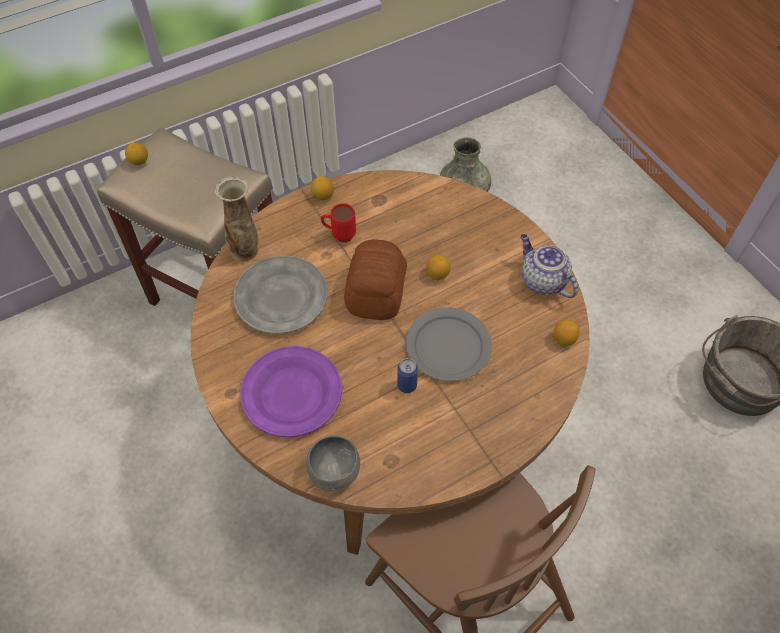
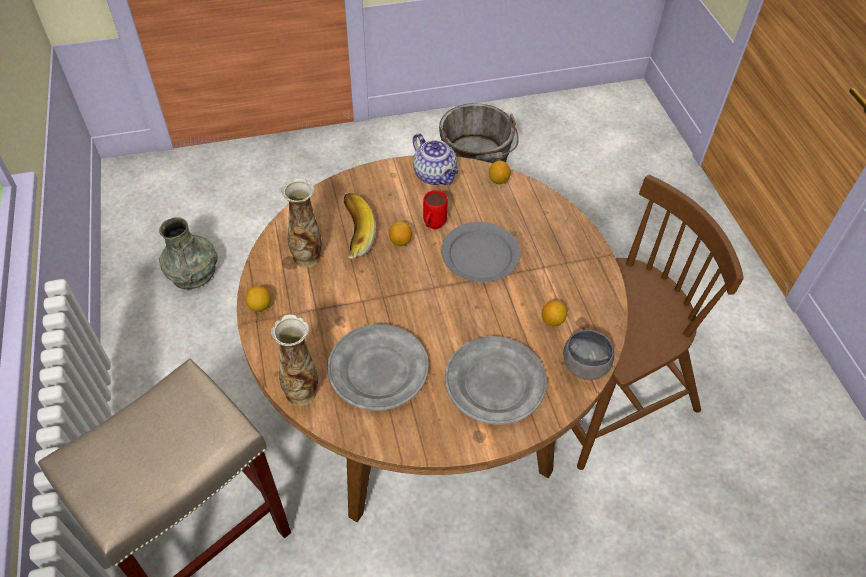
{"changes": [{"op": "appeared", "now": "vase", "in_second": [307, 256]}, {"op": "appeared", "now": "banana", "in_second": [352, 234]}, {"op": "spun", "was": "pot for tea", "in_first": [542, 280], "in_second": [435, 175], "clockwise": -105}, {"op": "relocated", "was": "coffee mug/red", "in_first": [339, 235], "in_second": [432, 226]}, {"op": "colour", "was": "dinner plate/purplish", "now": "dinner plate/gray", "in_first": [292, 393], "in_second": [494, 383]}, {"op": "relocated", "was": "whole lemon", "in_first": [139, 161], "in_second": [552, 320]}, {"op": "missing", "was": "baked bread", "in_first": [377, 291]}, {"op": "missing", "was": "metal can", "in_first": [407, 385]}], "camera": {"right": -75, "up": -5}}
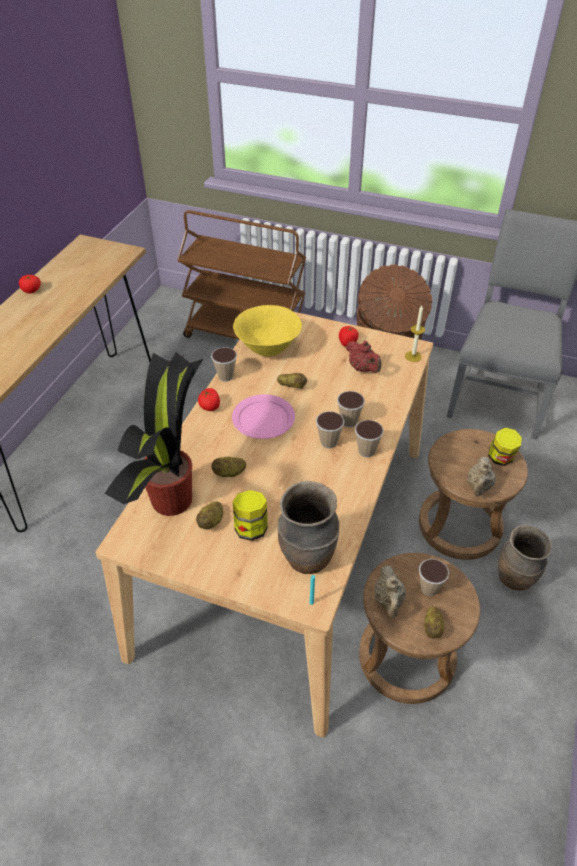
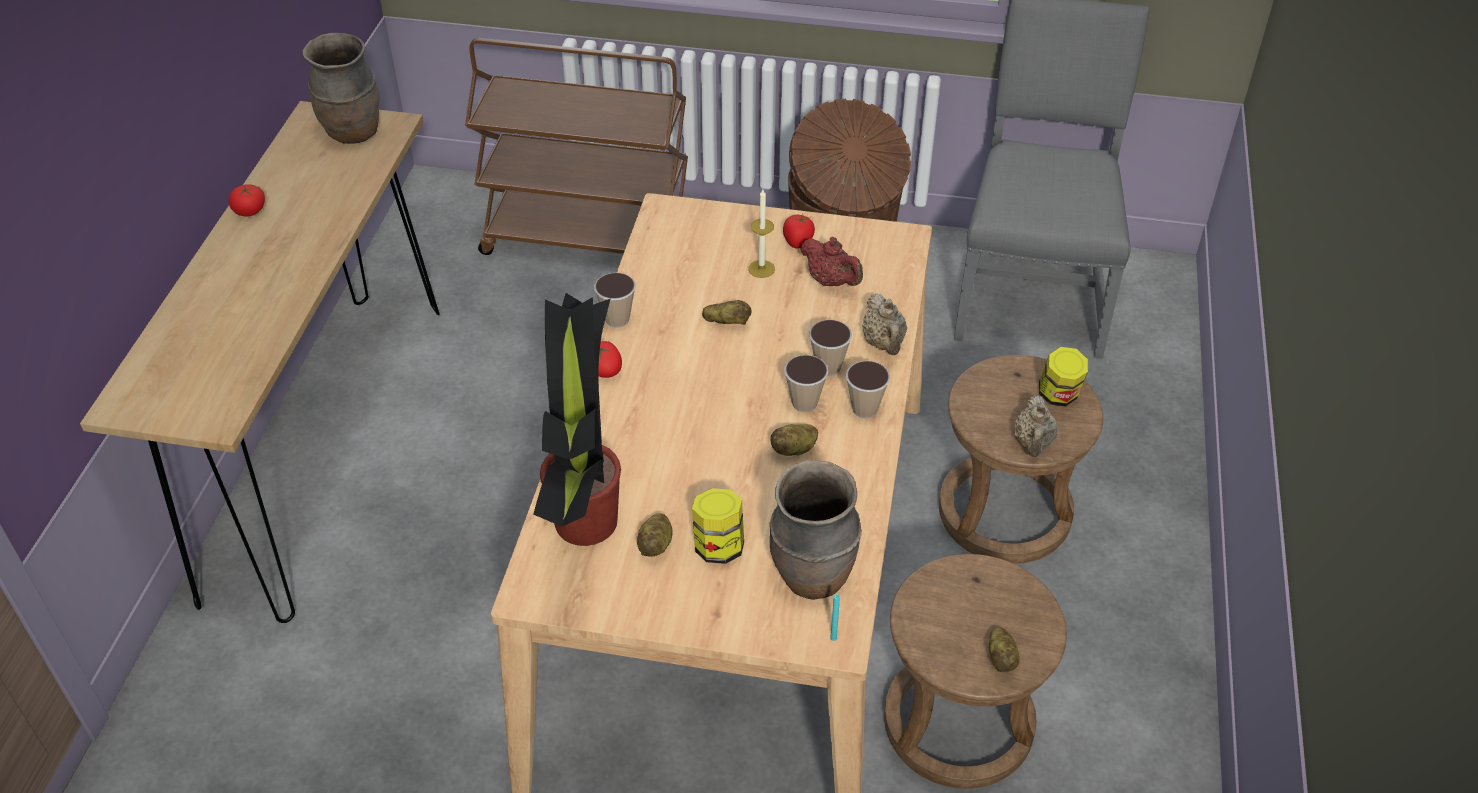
{"changes": [{"op": "relocated", "was": "vase/brown-coloured", "in_first": [515, 579], "in_second": [354, 133]}, {"op": "relocated", "was": "wax light", "in_first": [413, 356], "in_second": [761, 269]}, {"op": "relocated", "was": "spud", "in_first": [229, 473], "in_second": [794, 449]}, {"op": "relocated", "was": "pot for tea/sand-coloured", "in_first": [388, 601], "in_second": [884, 344]}, {"op": "missing", "was": "dinner plate/pinkish", "in_first": [264, 419]}, {"op": "missing", "was": "serving bowl/yellow", "in_first": [268, 349]}, {"op": "missing", "was": "small cup", "in_first": [429, 588]}], "camera": {"right": -10, "up": 0}}
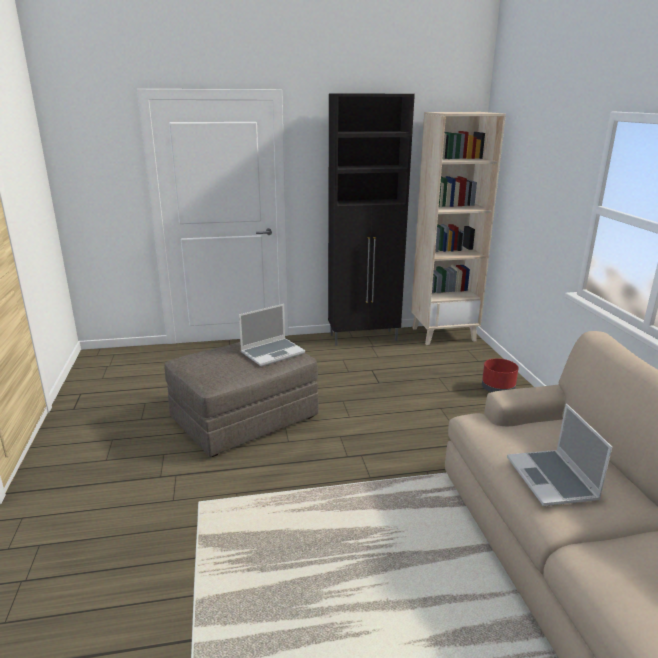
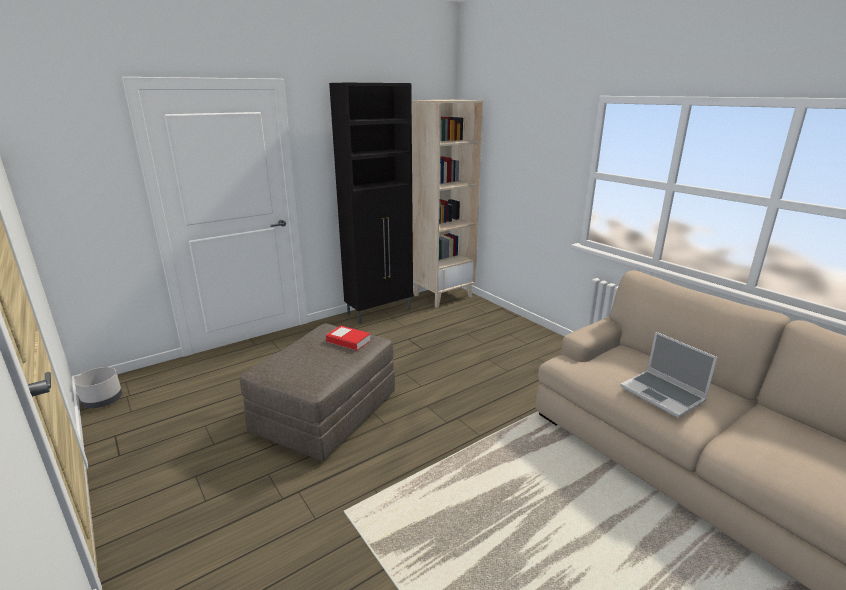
{"changes": [{"op": "appeared", "now": "flower pot/gray", "in_second": [102, 400]}, {"op": "exchanged", "was": "laptop", "now": "volume", "in_first": [273, 352], "in_second": [348, 341]}, {"op": "missing", "was": "flower pot/red", "in_first": [498, 389]}], "camera": {"right": -25, "up": 0}}
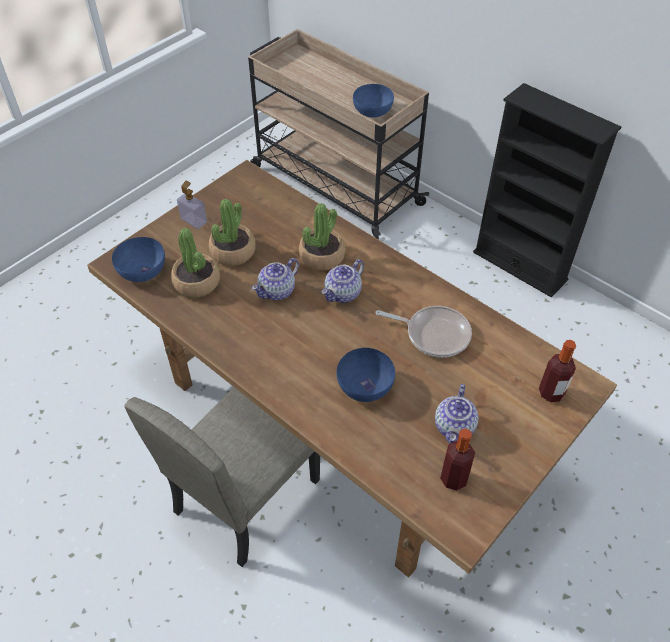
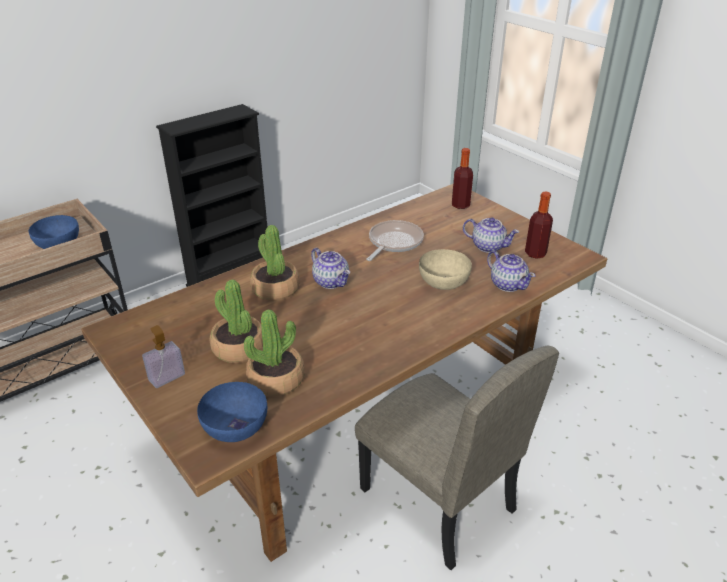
{"changes": [{"op": "colour", "was": "serving bowl/bluish", "now": "serving bowl/sand-coloured", "in_first": [364, 385], "in_second": [443, 282]}, {"op": "relocated", "was": "pot for tea", "in_first": [277, 291], "in_second": [508, 284]}], "camera": {"right": -80, "up": -15}}
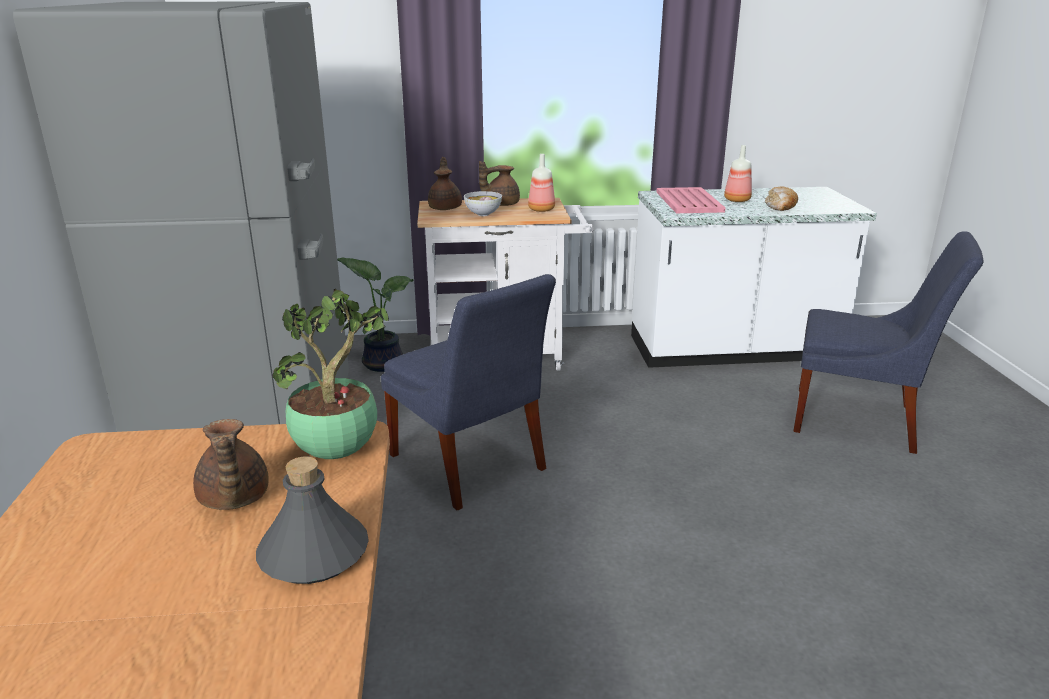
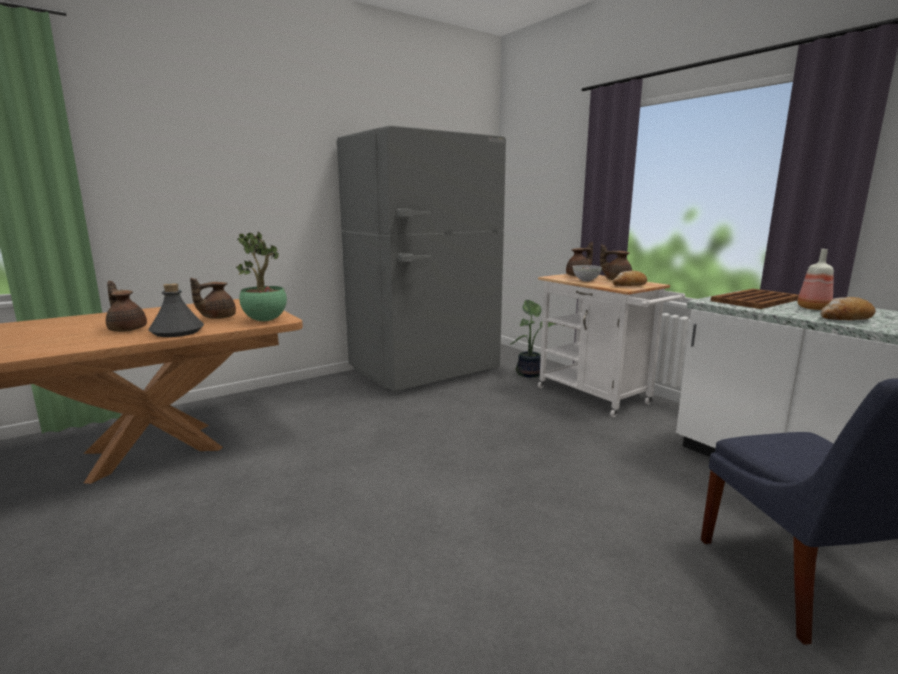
{"changes": [{"op": "appeared", "now": "pot for tea/brown-coloured", "in_second": [127, 329]}, {"op": "exchanged", "was": "beverage bottle", "now": "baked bread", "in_first": [541, 210], "in_second": [629, 285]}, {"op": "colour", "was": "carrying tray/pinkish", "now": "carrying tray/brown-coloured", "in_first": [689, 202], "in_second": [755, 300]}, {"op": "missing", "was": "upright chair/bluish", "in_first": [470, 465]}], "camera": {"right": 60, "up": -10}}
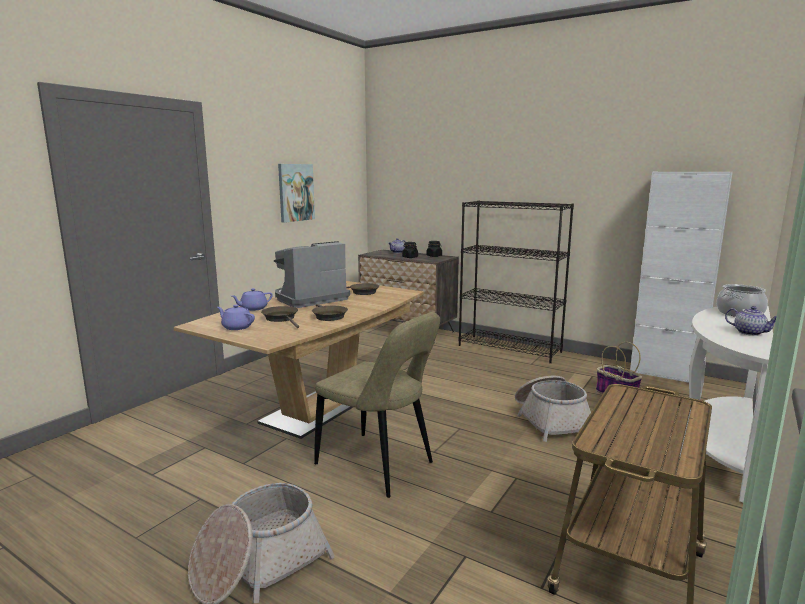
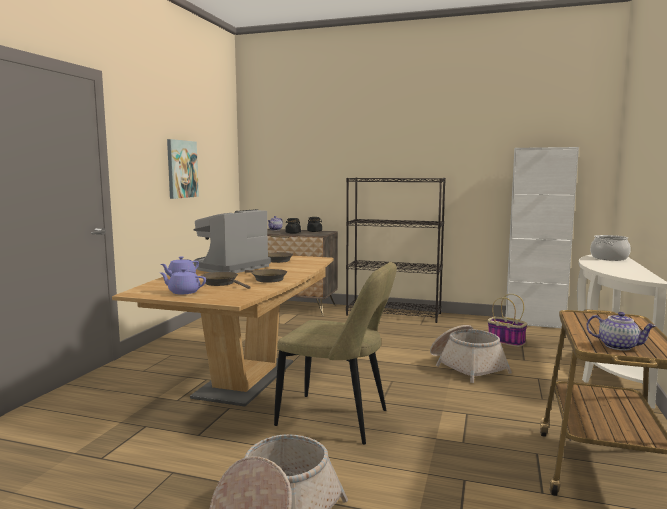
{"changes": [{"op": "relocated", "was": "pot for tea", "in_first": [749, 333], "in_second": [618, 346]}], "camera": {"right": -15, "up": -5}}
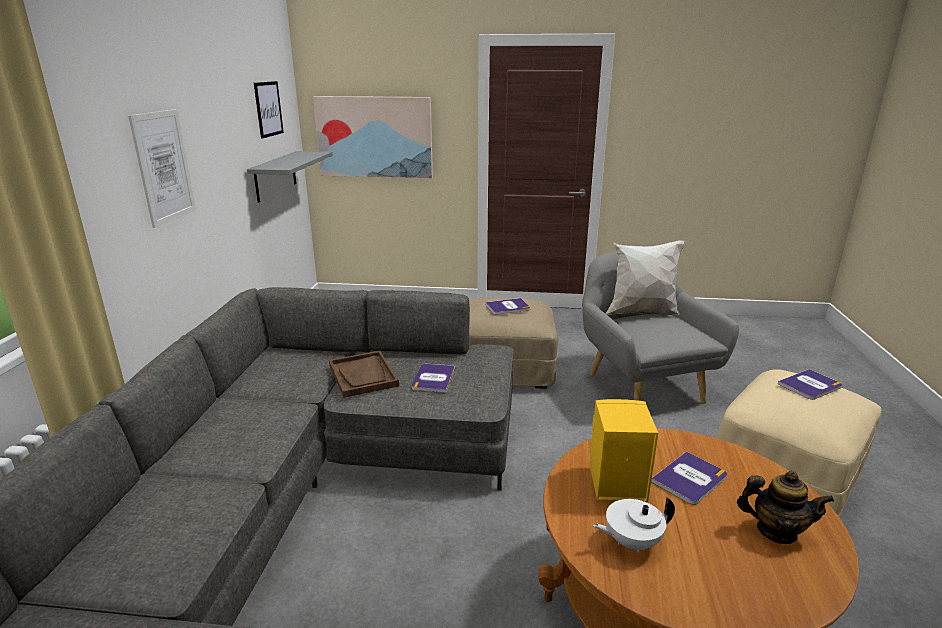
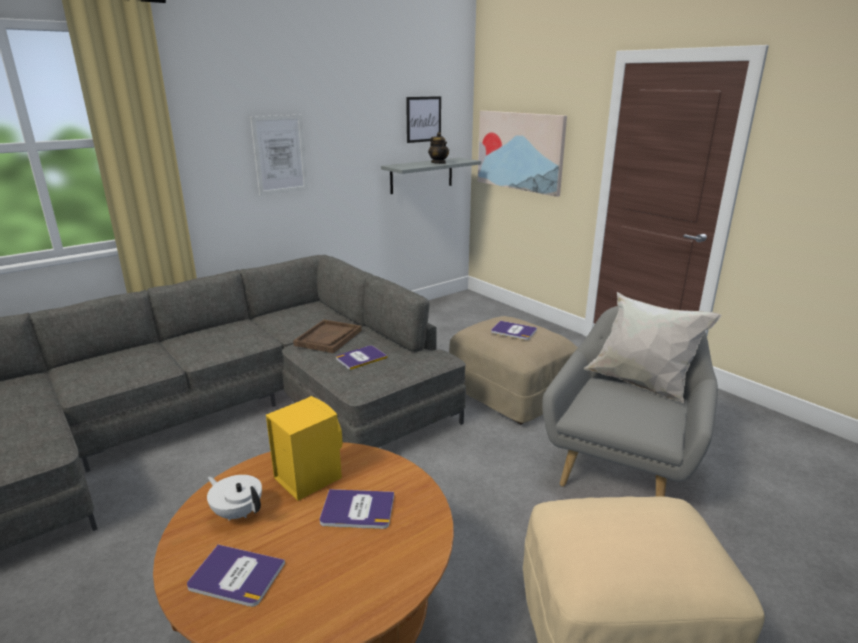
{"changes": [{"op": "relocated", "was": "volume", "in_first": [810, 385], "in_second": [236, 576]}, {"op": "relocated", "was": "pot for tea", "in_first": [776, 531], "in_second": [438, 163]}], "camera": {"right": 45, "up": 0}}
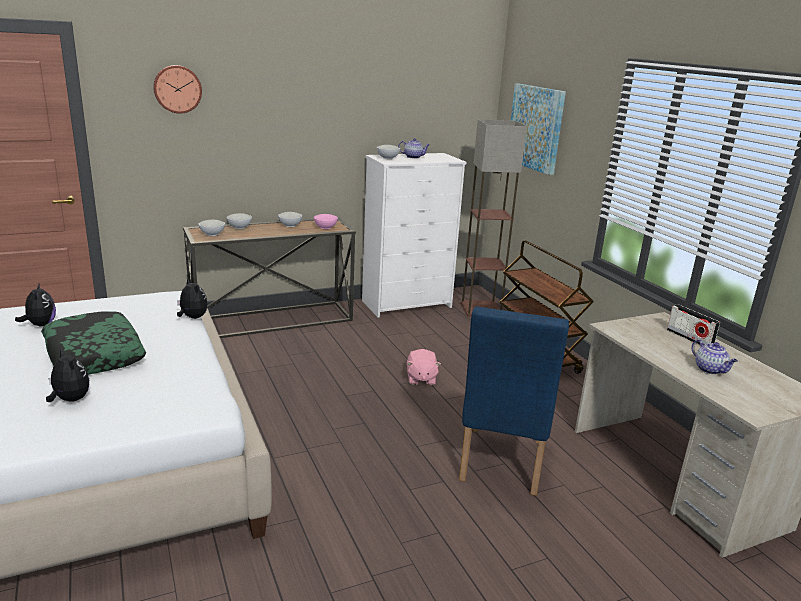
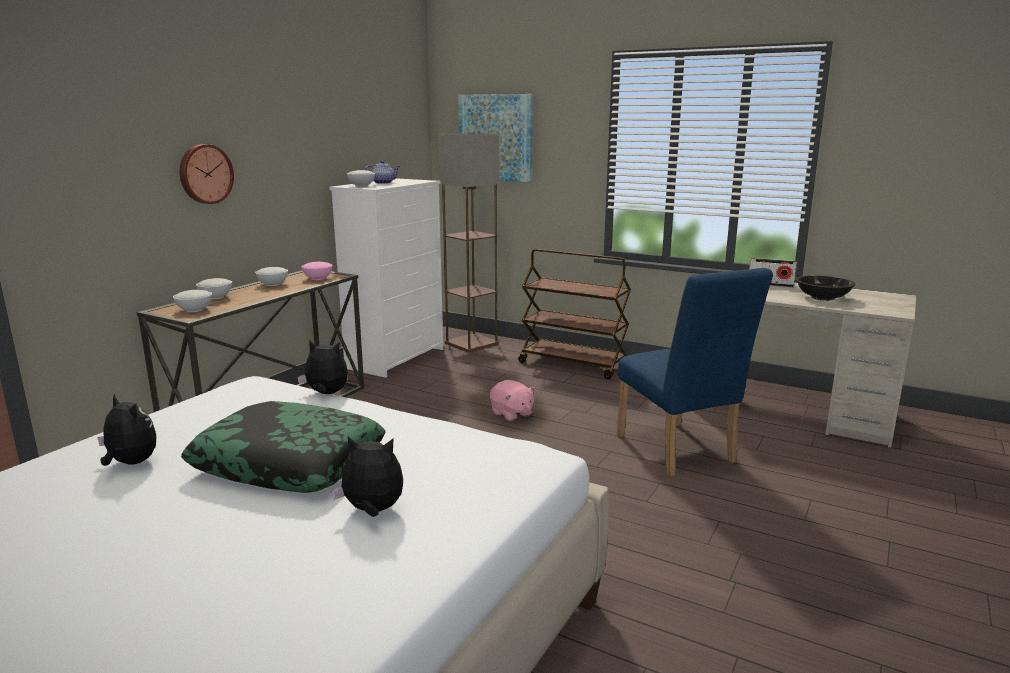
{"changes": [{"op": "relocated", "was": "clock on the wall", "in_first": [177, 89], "in_second": [205, 174]}, {"op": "exchanged", "was": "pot for tea", "now": "serving bowl/blackish", "in_first": [710, 370], "in_second": [822, 298]}], "camera": {"right": -35, "up": -5}}
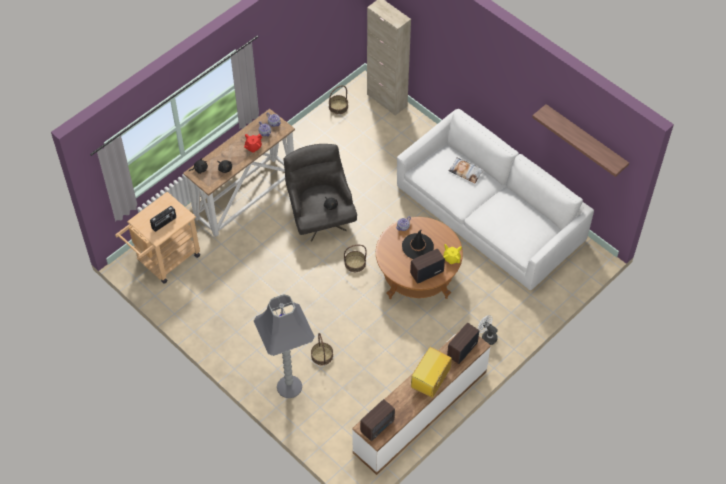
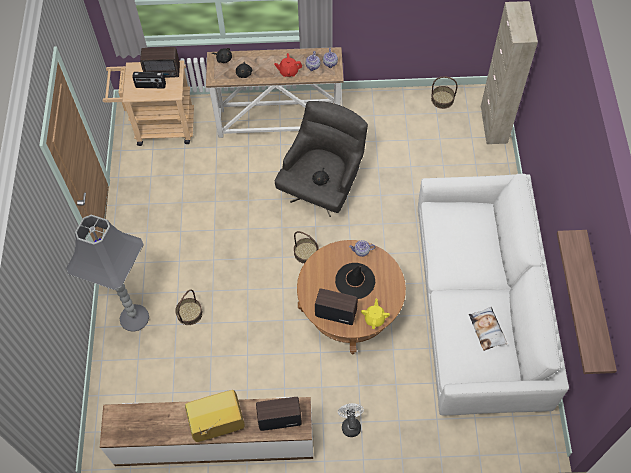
{"changes": [{"op": "relocated", "was": "radio set", "in_first": [378, 426], "in_second": [163, 73]}, {"op": "relocated", "was": "pillow", "in_first": [466, 172], "in_second": [487, 330]}], "camera": {"right": 45, "up": 5}}
